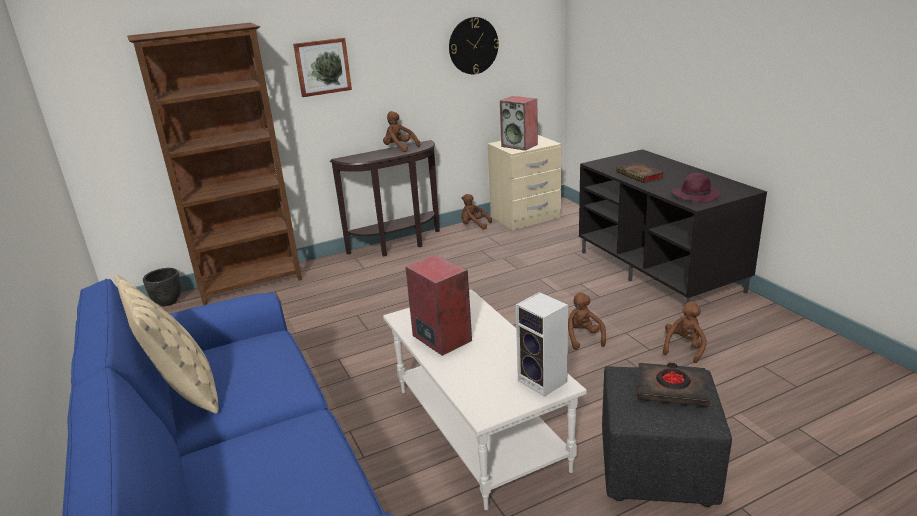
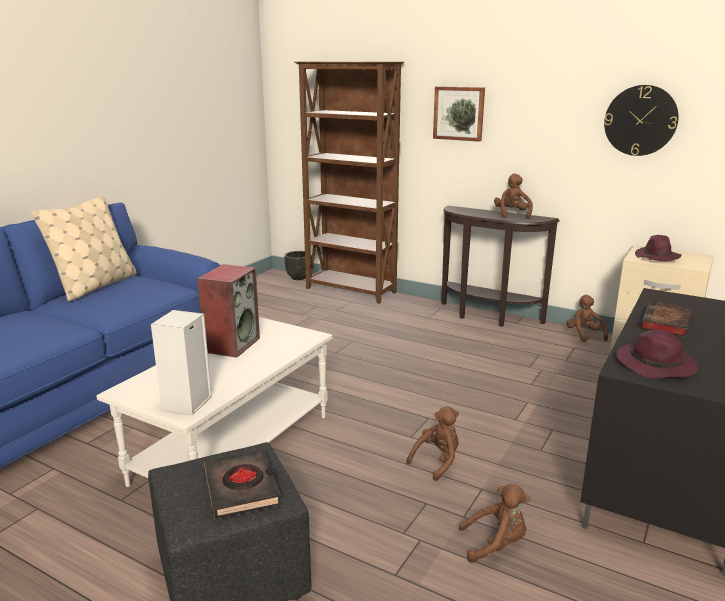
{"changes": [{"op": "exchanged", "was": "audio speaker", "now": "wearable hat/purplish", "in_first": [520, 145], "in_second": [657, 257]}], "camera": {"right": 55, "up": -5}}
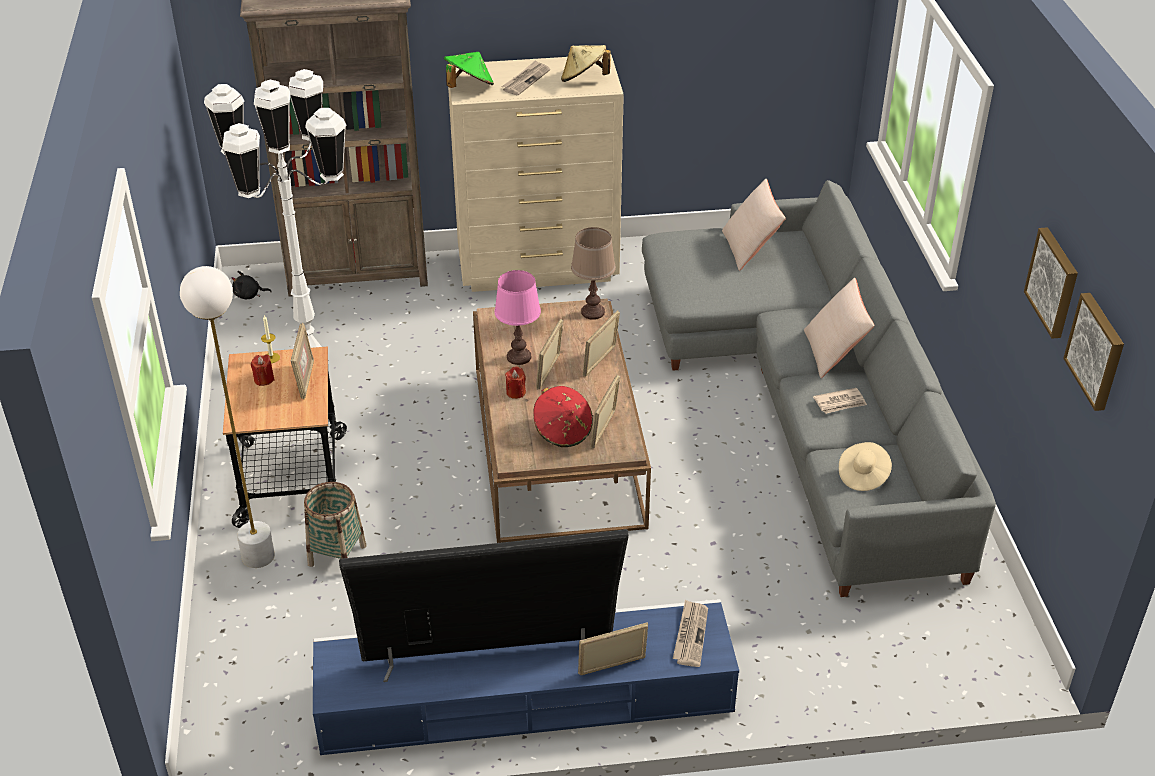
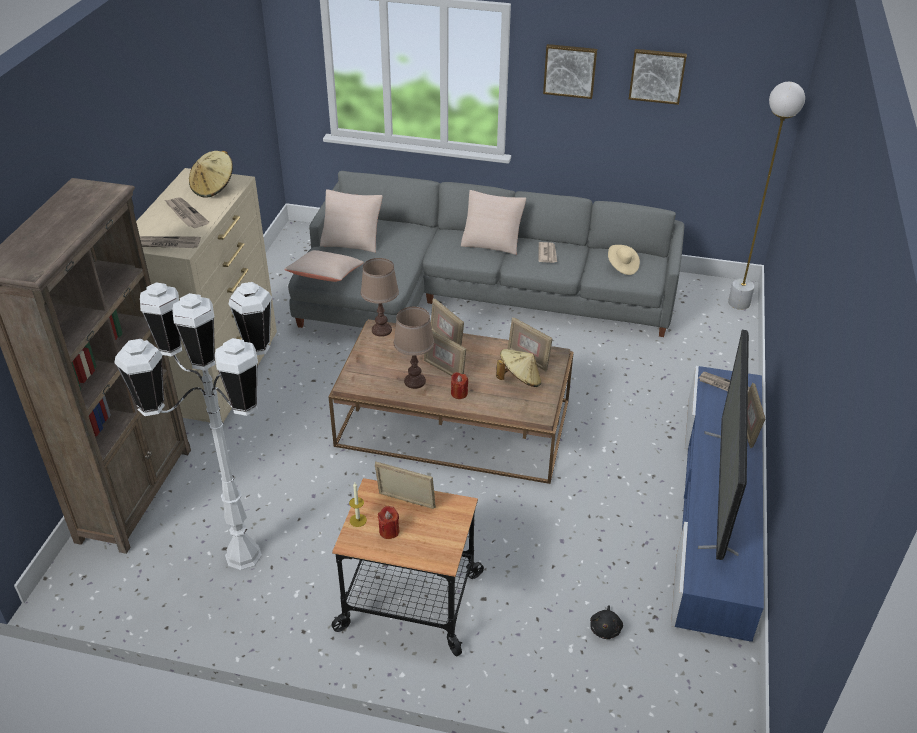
{"changes": [{"op": "exchanged", "was": "wearable hat/greenish", "now": "printed paper", "in_first": [469, 87], "in_second": [167, 244]}, {"op": "appeared", "now": "pillow/sand-coloured", "in_second": [325, 276]}, {"op": "colour", "was": "lamp for a table/pinkish", "now": "lamp for a table/brown-coloured", "in_first": [519, 357], "in_second": [415, 381]}, {"op": "colour", "was": "wearable hat/red", "now": "wearable hat/sand-coloured", "in_first": [563, 431], "in_second": [519, 380]}, {"op": "relocated", "was": "wall art", "in_first": [1097, 351], "in_second": [570, 70]}, {"op": "relocated", "was": "soft toy/blackish", "in_first": [249, 295], "in_second": [605, 628]}, {"op": "relocated", "was": "floor lamp/white-coloured", "in_first": [258, 556], "in_second": [739, 303]}, {"op": "missing", "was": "basket", "in_first": [337, 555]}], "camera": {"right": -70, "up": 0}}
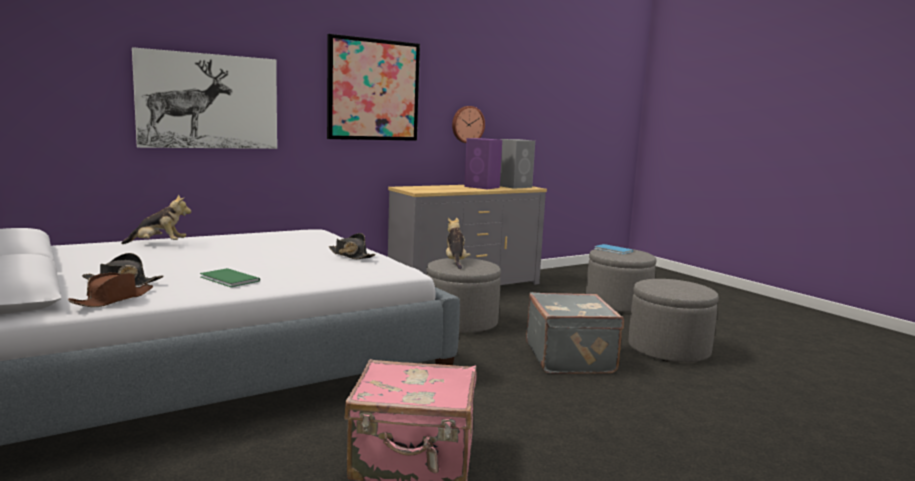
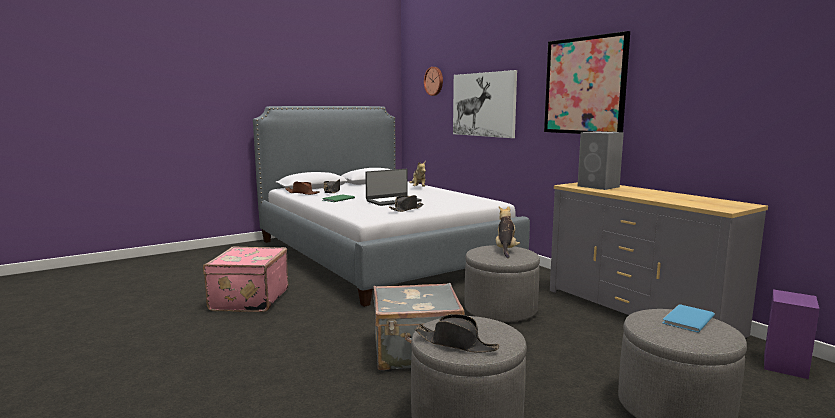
{"changes": [{"op": "appeared", "now": "laptop", "in_second": [393, 201]}, {"op": "appeared", "now": "wearable hat/blackish", "in_second": [456, 343]}, {"op": "relocated", "was": "clock on the wall", "in_first": [467, 124], "in_second": [434, 81]}, {"op": "spun", "was": "soft toy", "in_first": [455, 262], "in_second": [505, 250], "clockwise": -75}, {"op": "relocated", "was": "audio speaker/gray", "in_first": [515, 186], "in_second": [599, 186]}, {"op": "relocated", "was": "audio speaker/purplish", "in_first": [482, 187], "in_second": [785, 366]}], "camera": {"right": 90, "up": 0}}
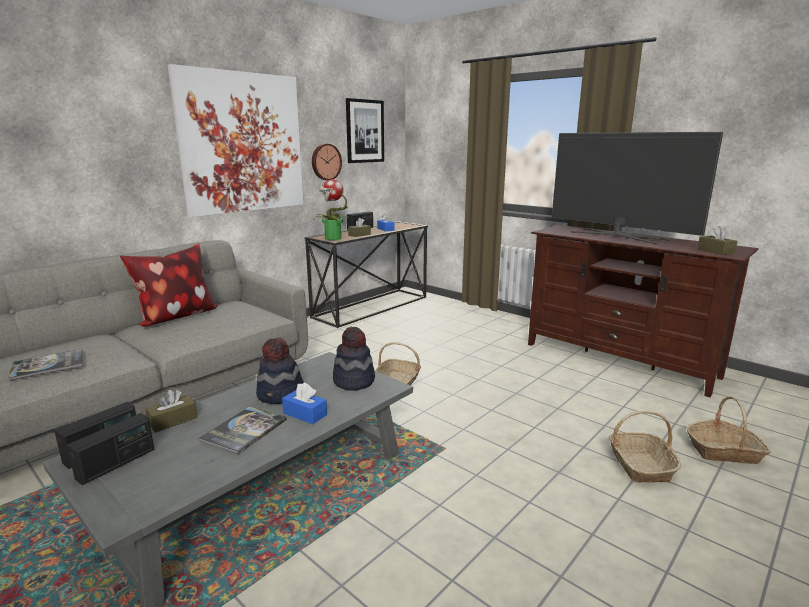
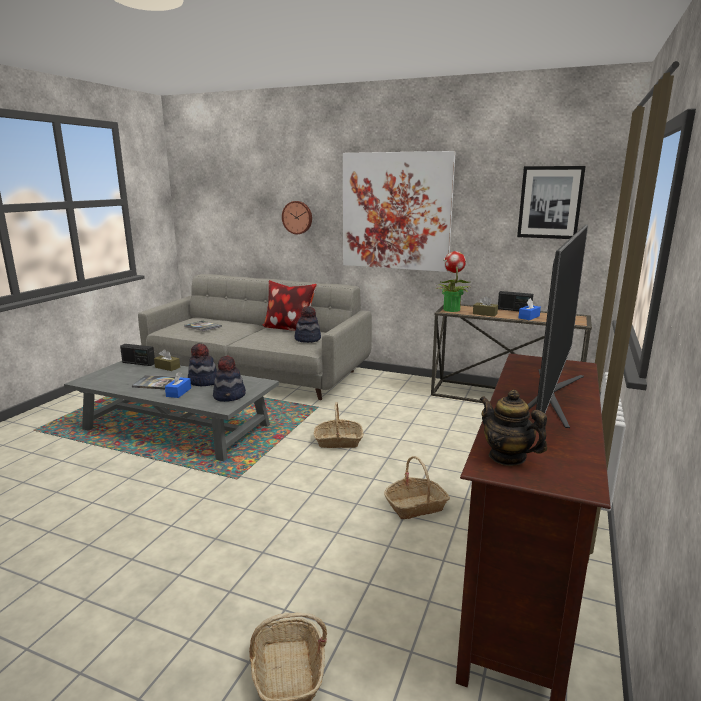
{"changes": [{"op": "relocated", "was": "clock on the wall", "in_first": [325, 162], "in_second": [297, 217]}, {"op": "appeared", "now": "wearable hat", "in_second": [308, 339]}, {"op": "relocated", "was": "basket", "in_first": [640, 465], "in_second": [416, 506]}, {"op": "exchanged", "was": "tissue holder/brown-coloured", "now": "pot for tea", "in_first": [715, 251], "in_second": [507, 457]}, {"op": "missing", "was": "radio set", "in_first": [116, 464]}], "camera": {"right": 70, "up": 0}}
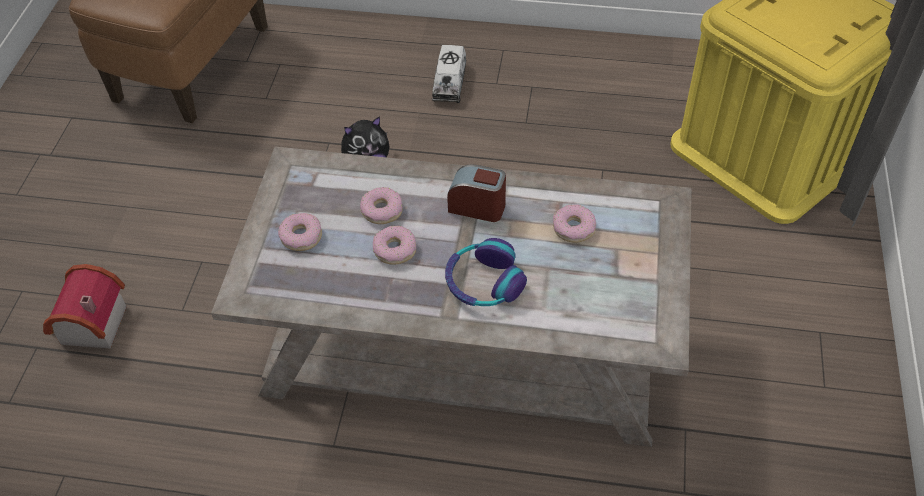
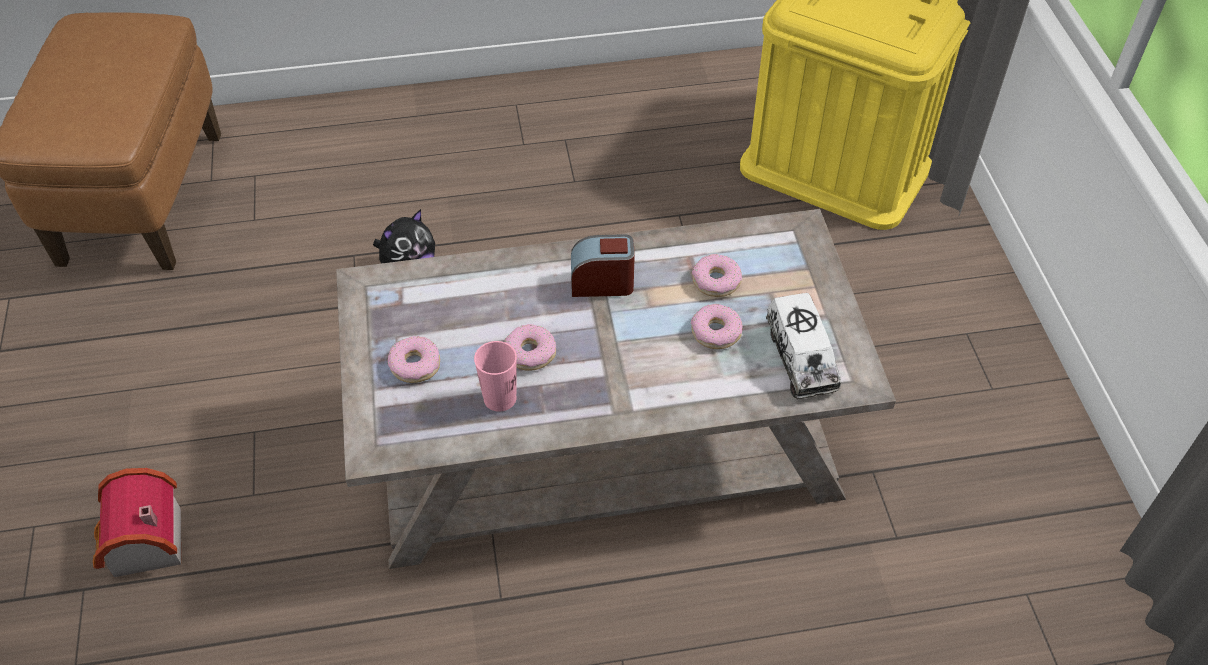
{"changes": [{"op": "appeared", "now": "small cup/pinkish", "in_second": [500, 398]}, {"op": "relocated", "was": "ring doughnut", "in_first": [382, 210], "in_second": [716, 332]}, {"op": "relocated", "was": "toy lorry", "in_first": [449, 83], "in_second": [800, 358]}, {"op": "missing", "was": "headset", "in_first": [483, 282]}], "camera": {"right": -20, "up": 0}}
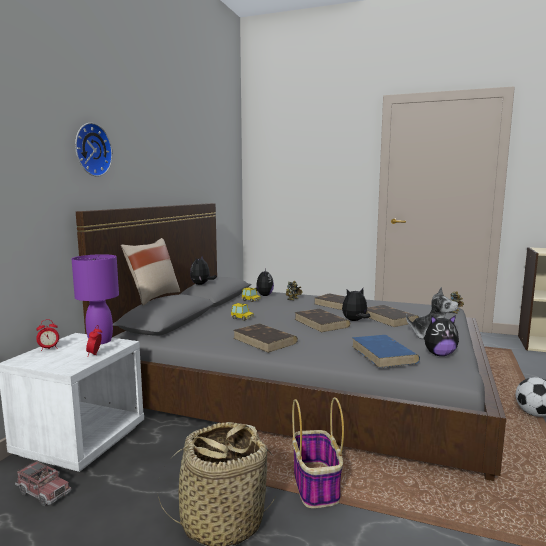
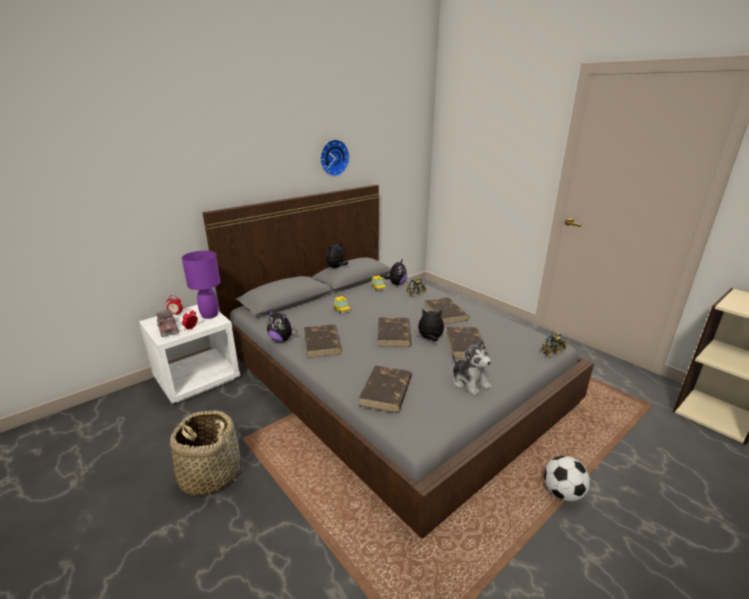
{"changes": [{"op": "relocated", "was": "toy lorry", "in_first": [44, 492], "in_second": [168, 329]}, {"op": "relocated", "was": "soft toy", "in_first": [439, 354], "in_second": [281, 340]}, {"op": "relocated", "was": "clock on the wall", "in_first": [91, 150], "in_second": [333, 157]}, {"op": "colour", "was": "volume/bluish", "now": "volume/brown-coloured", "in_first": [384, 354], "in_second": [386, 391]}, {"op": "missing", "was": "pillow/sand-coloured", "in_first": [153, 297]}, {"op": "missing", "was": "basket", "in_first": [316, 485]}], "camera": {"right": 30, "up": 15}}
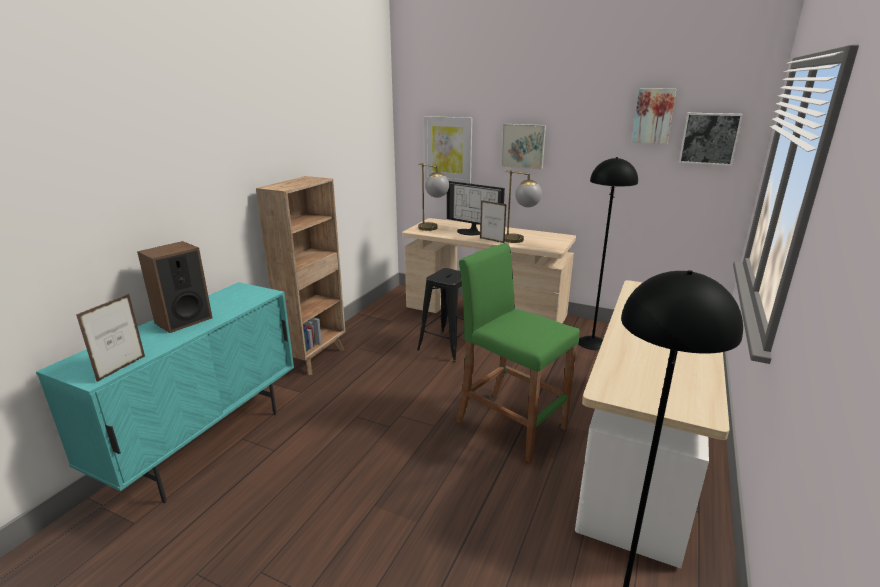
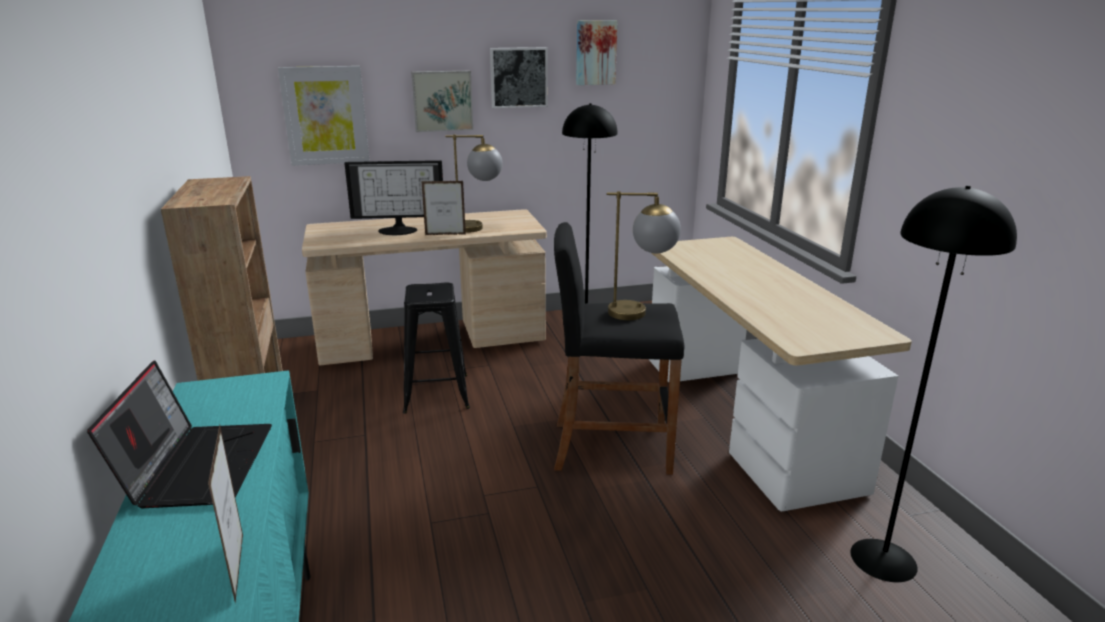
{"changes": [{"op": "exchanged", "was": "audio speaker", "now": "laptop", "in_first": [183, 320], "in_second": [198, 465]}, {"op": "relocated", "was": "wall art", "in_first": [709, 138], "in_second": [518, 77]}, {"op": "colour", "was": "sitting stool/greenish", "now": "sitting stool/blackish", "in_first": [510, 424], "in_second": [611, 447]}, {"op": "relocated", "was": "lamp for a table", "in_first": [433, 229], "in_second": [641, 313]}], "camera": {"right": -40, "up": 0}}
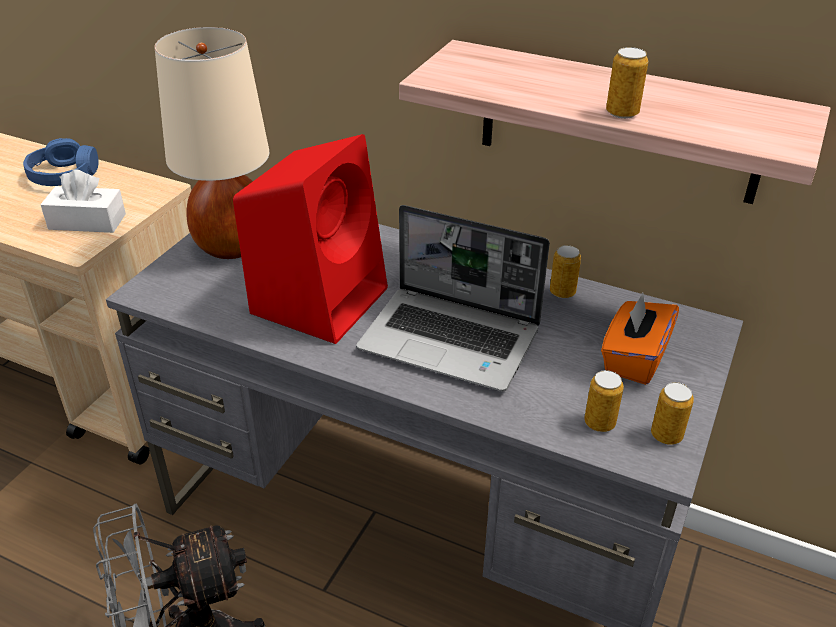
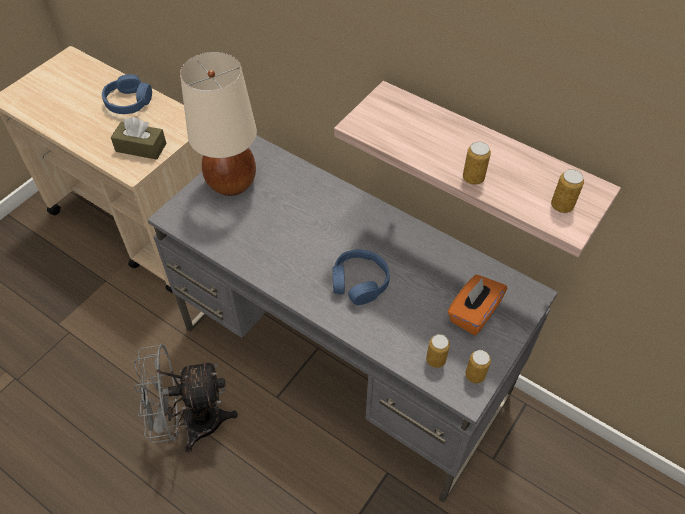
{"changes": [{"op": "colour", "was": "tissue holder/white-coloured", "now": "tissue holder/brown-coloured", "in_first": [87, 222], "in_second": [141, 147]}, {"op": "exchanged", "was": "laptop", "now": "headset/bluish", "in_first": [452, 340], "in_second": [359, 282]}, {"op": "relocated", "was": "metal can", "in_first": [562, 292], "in_second": [561, 206]}, {"op": "missing", "was": "audio speaker/red", "in_first": [321, 298]}], "camera": {"right": 10, "up": 15}}
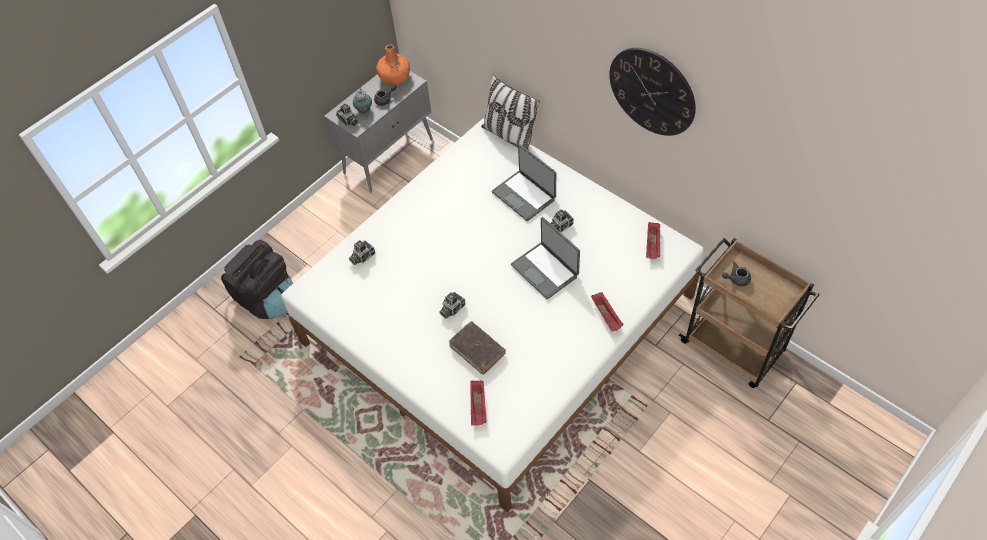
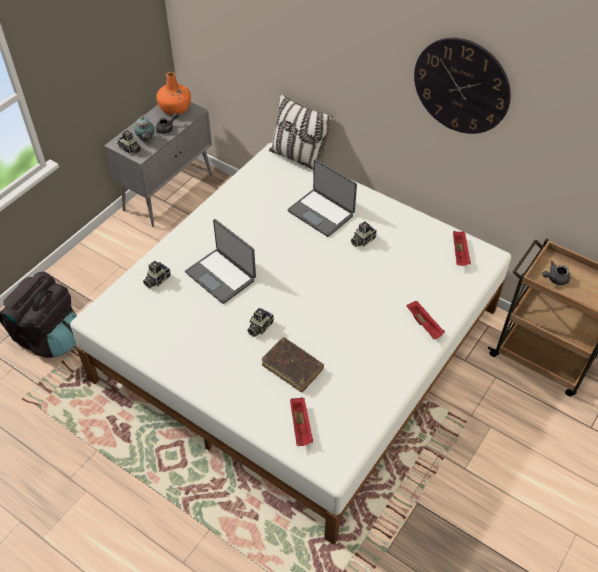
{"changes": [{"op": "relocated", "was": "laptop", "in_first": [545, 270], "in_second": [221, 276]}], "camera": {"right": -10, "up": -5}}
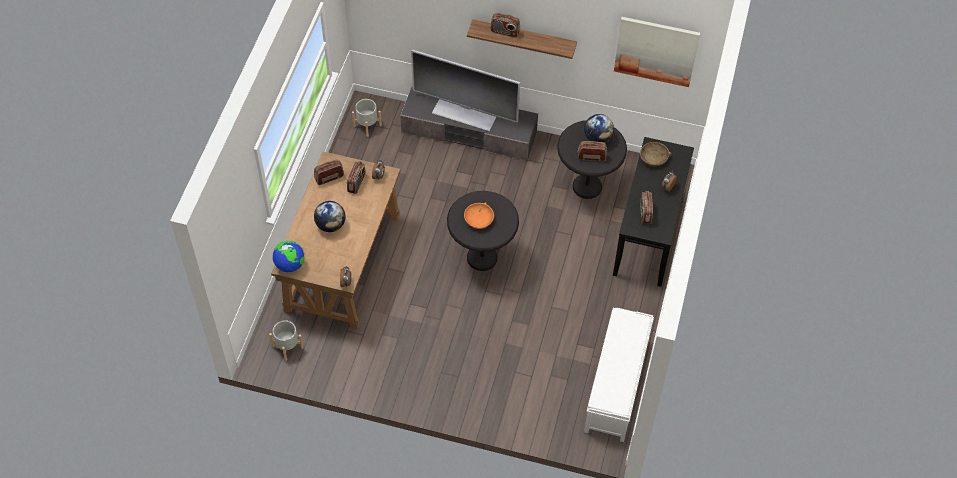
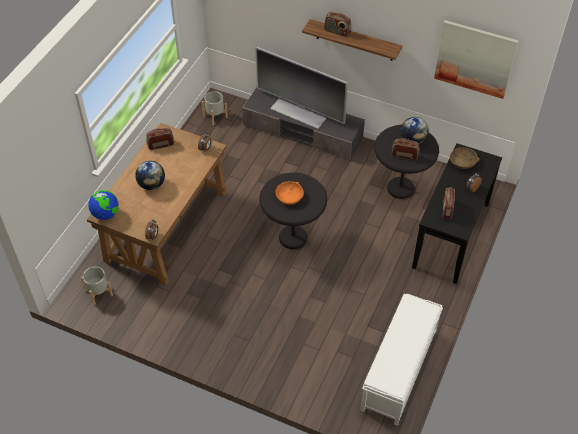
{"changes": [{"op": "missing", "was": "radio set", "in_first": [356, 183]}], "camera": {"right": 10, "up": -5}}
